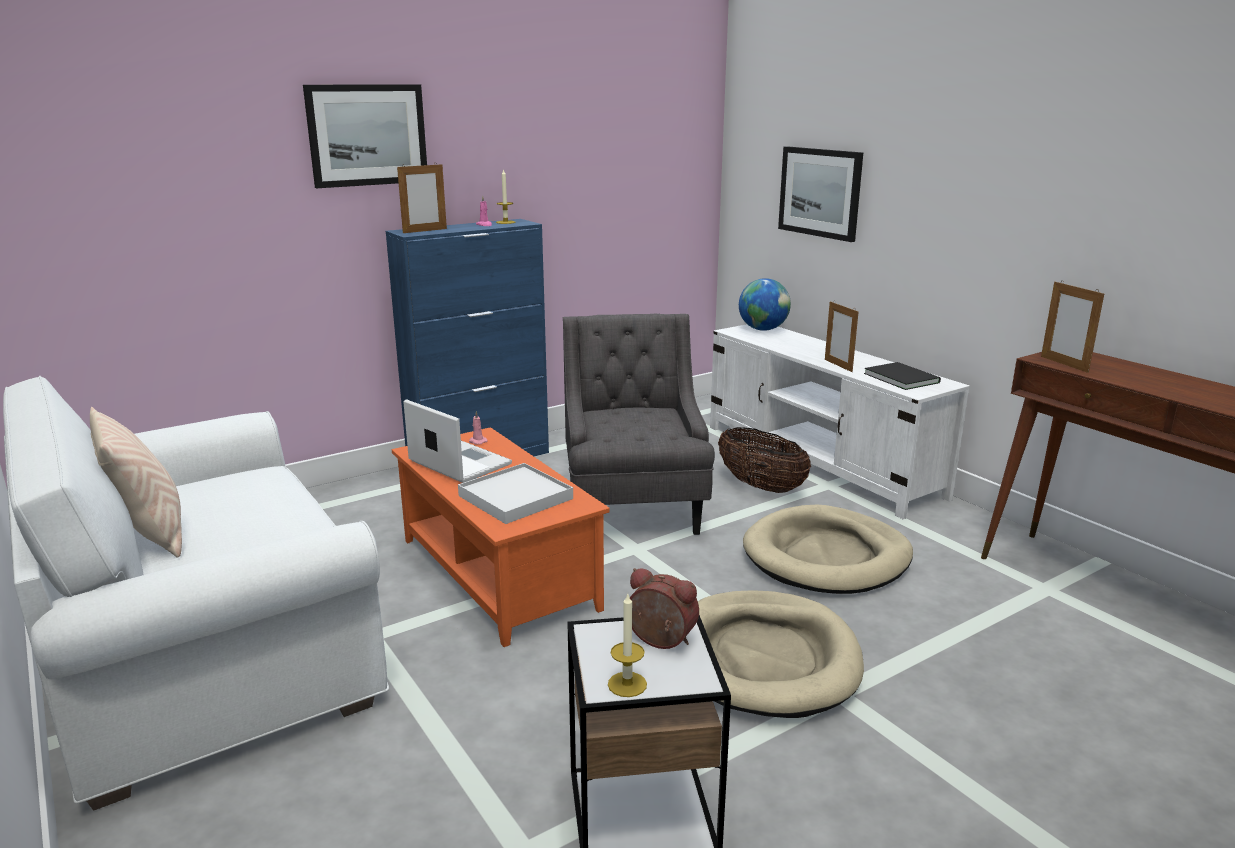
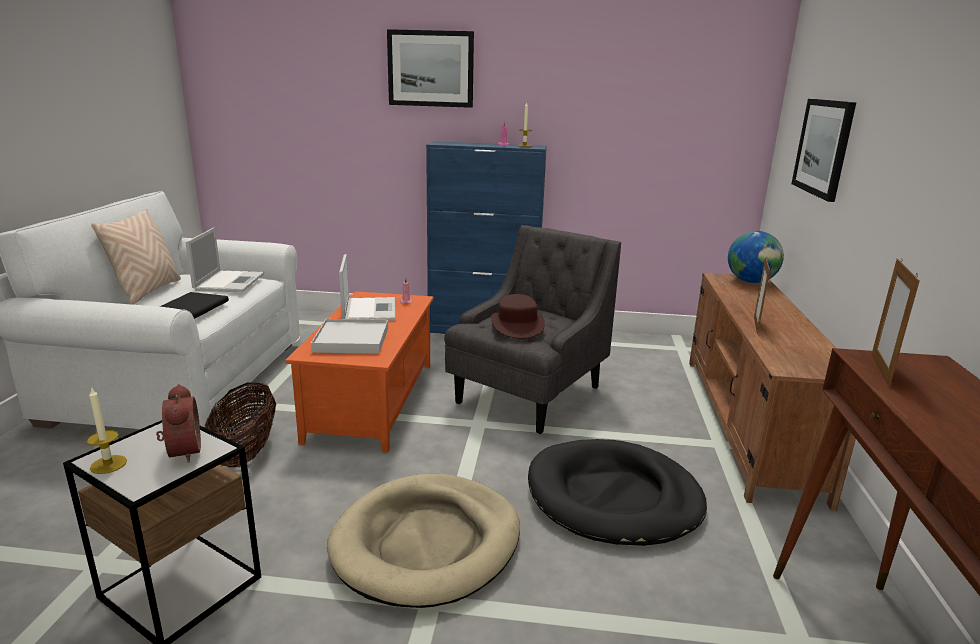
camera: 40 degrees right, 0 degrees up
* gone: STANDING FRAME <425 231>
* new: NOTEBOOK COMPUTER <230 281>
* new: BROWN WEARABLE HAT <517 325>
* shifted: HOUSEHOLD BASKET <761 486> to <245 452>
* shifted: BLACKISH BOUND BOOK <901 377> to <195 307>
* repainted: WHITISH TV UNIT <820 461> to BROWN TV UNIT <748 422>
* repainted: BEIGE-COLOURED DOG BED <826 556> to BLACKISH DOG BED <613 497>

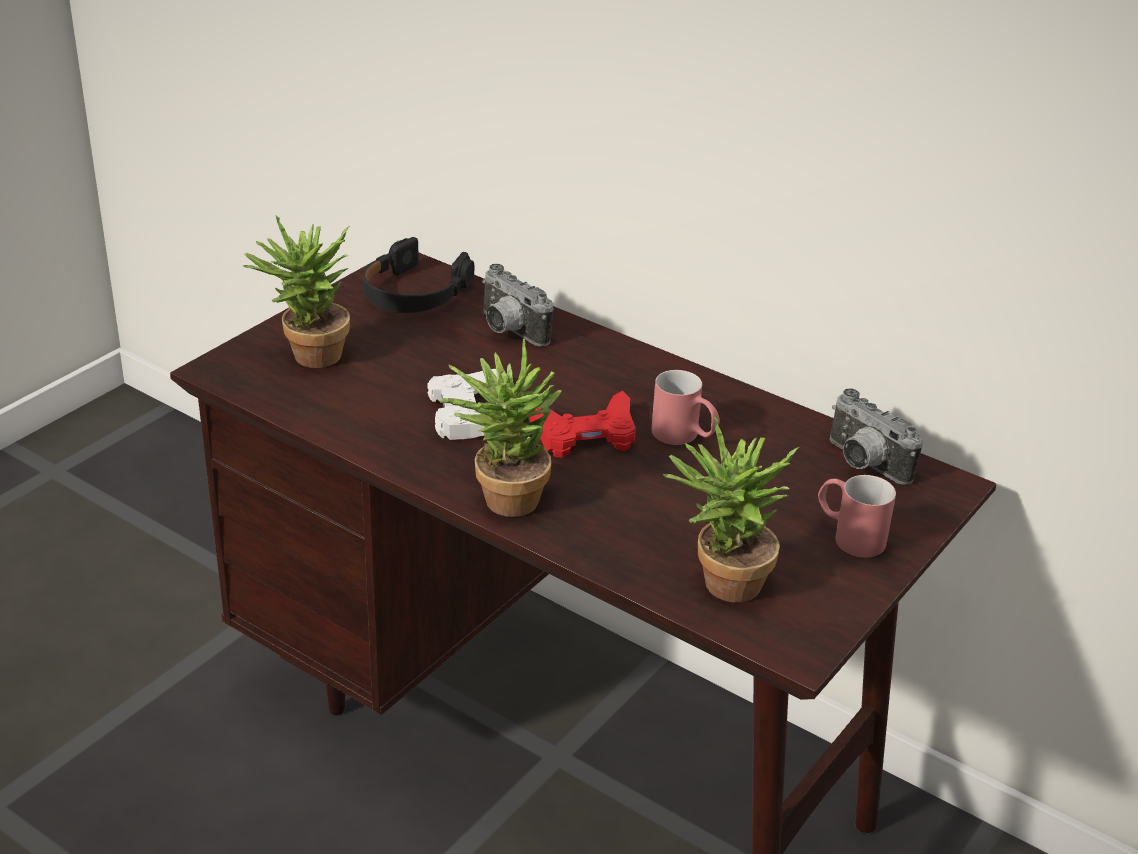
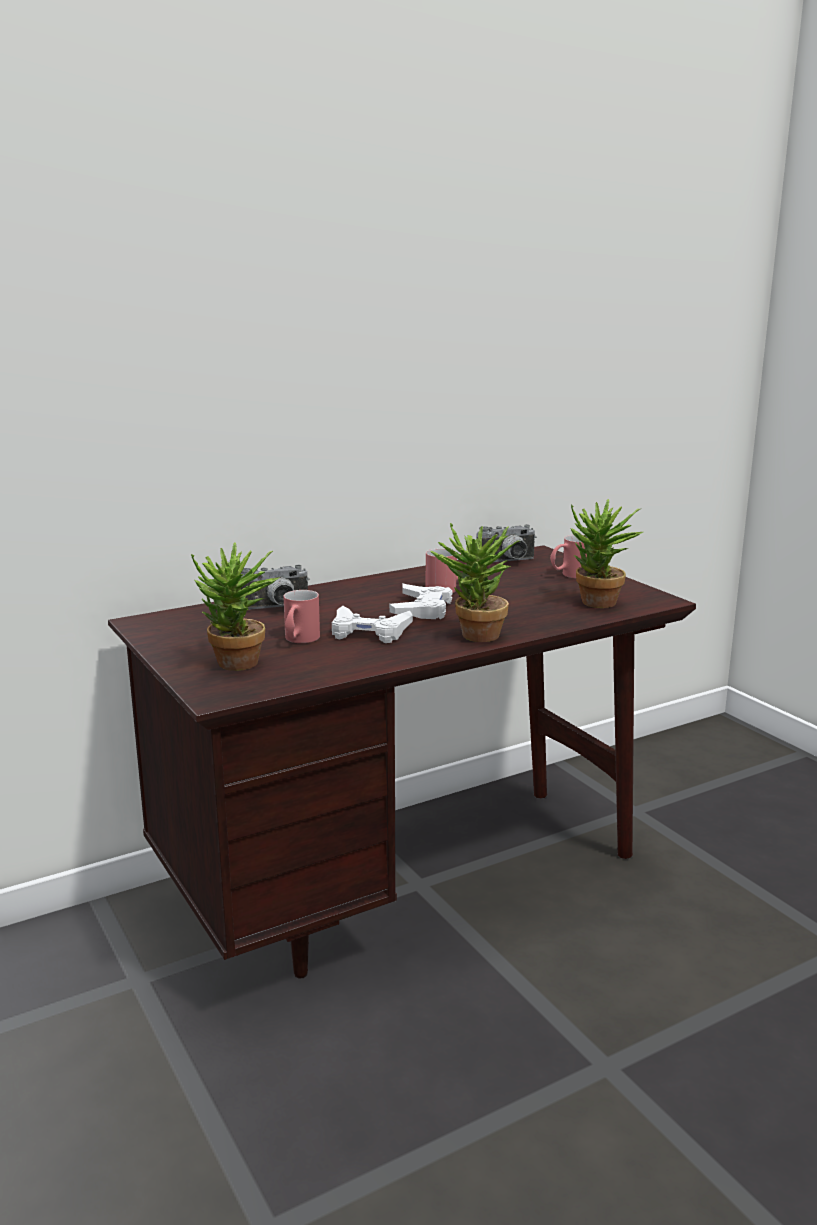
camera: 65 degrees left, 15 degrees down
* gone: BLACKISH HEADPHONES <413 293>
* new: RED MUG <299 640>
* repainted: RED JOYPAD <584 434> to WHITISH JOYPAD <422 609>

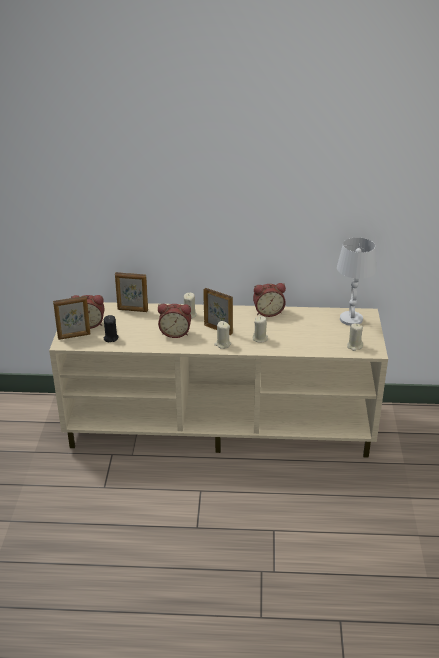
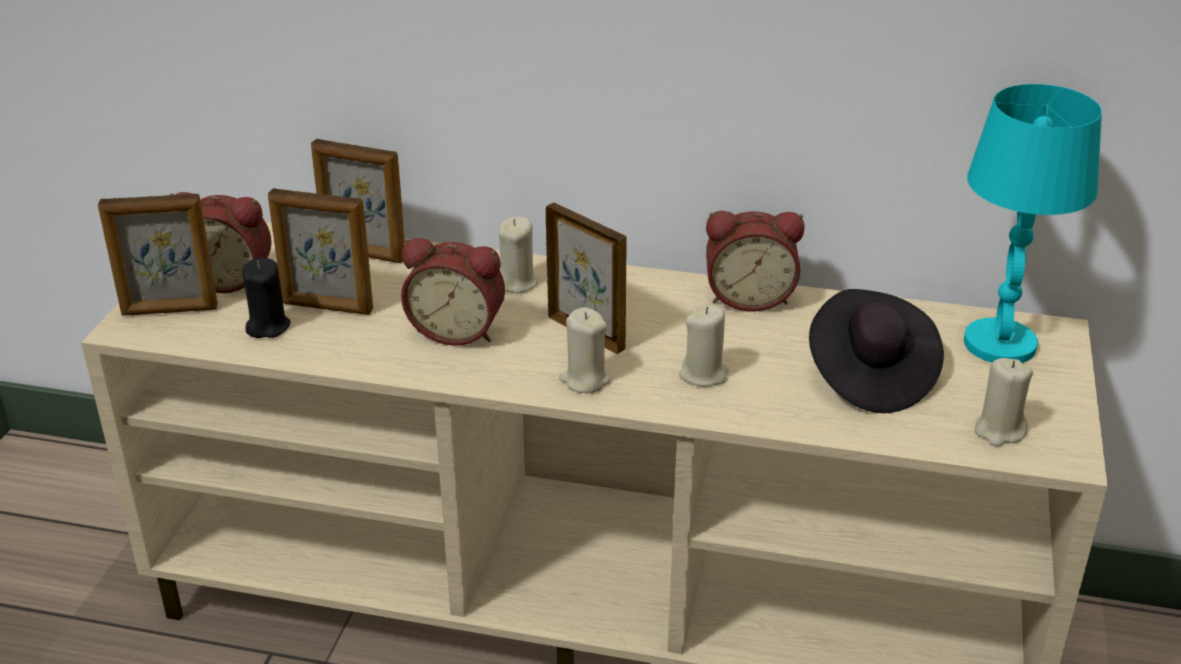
camera: 10 degrees right, 0 degrees up
* new: STANDING FRAME <327 307>
* new: BLACKISH WEARABLE HAT <869 376>
* repainted: WHITISH LAMP FOR A TABLE <351 319> to TURQUOISE-COLOURED LAMP FOR A TABLE <999 344>

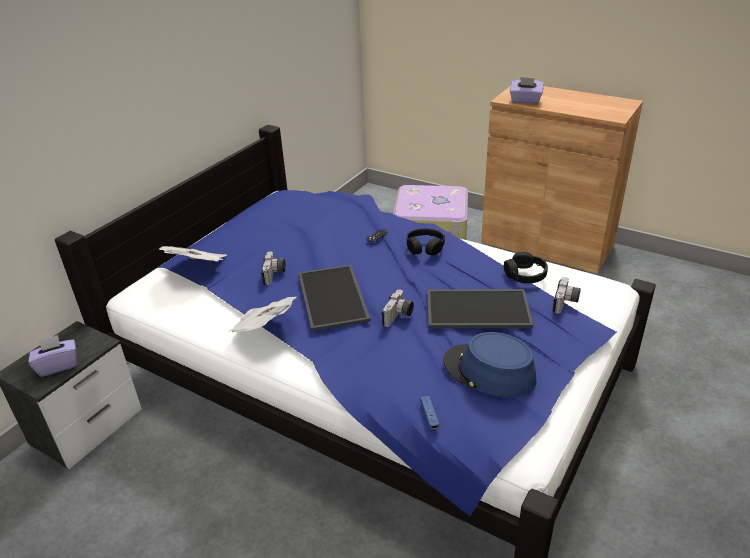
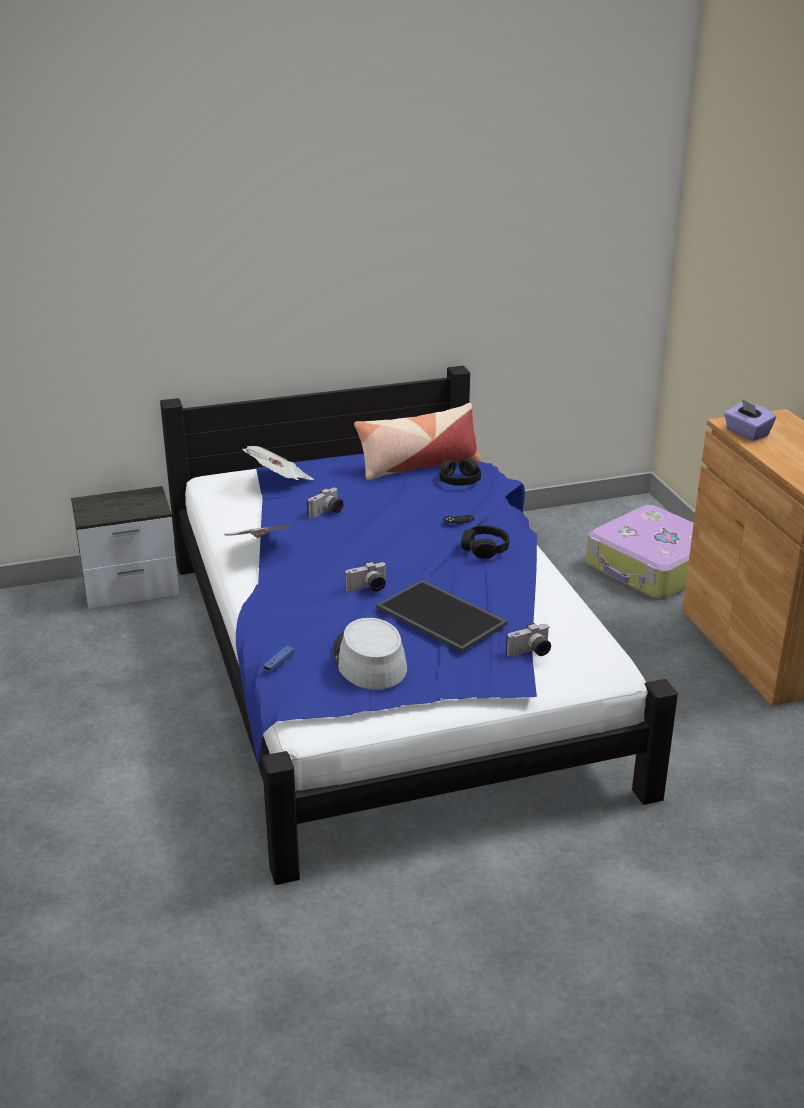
camera: 40 degrees right, 5 degrees down
* gone: PURPLISH BOX OF TISSUES <58 365>
* gone: CARRYING TRAY <334 297>
* new: PILLOW <418 466>
* shifted: BLACKISH HEADPHONES <525 275> to <459 480>
* repainted: BLUE-COLOURED WEARABLE HAT <488 371> to GREYISH WEARABLE HAT <368 660>

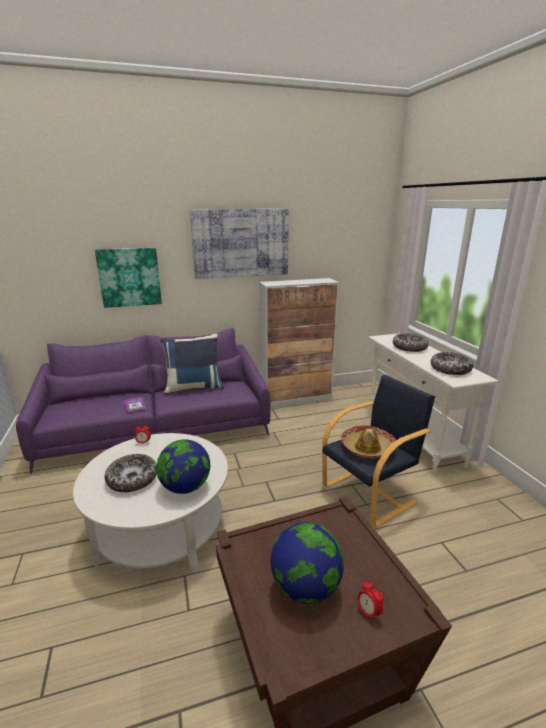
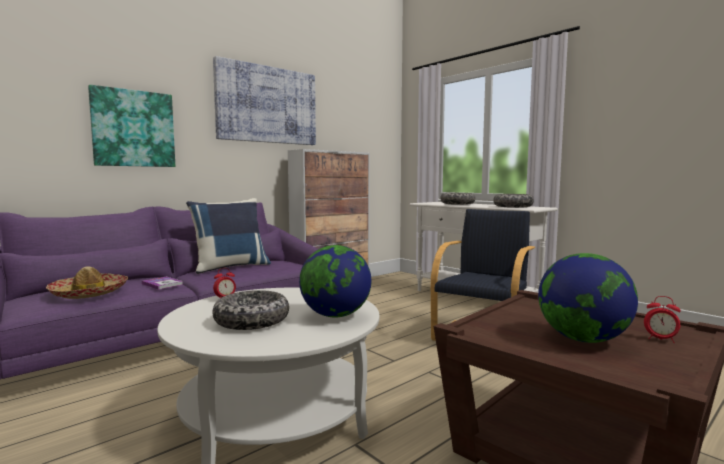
camera: 25 degrees left, 15 degrees down
* shifted: WEARABLE HAT <367 447> to <89 293>

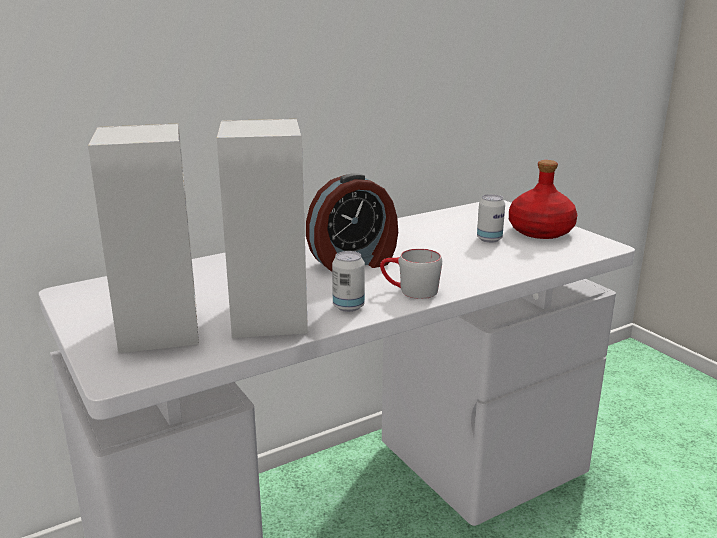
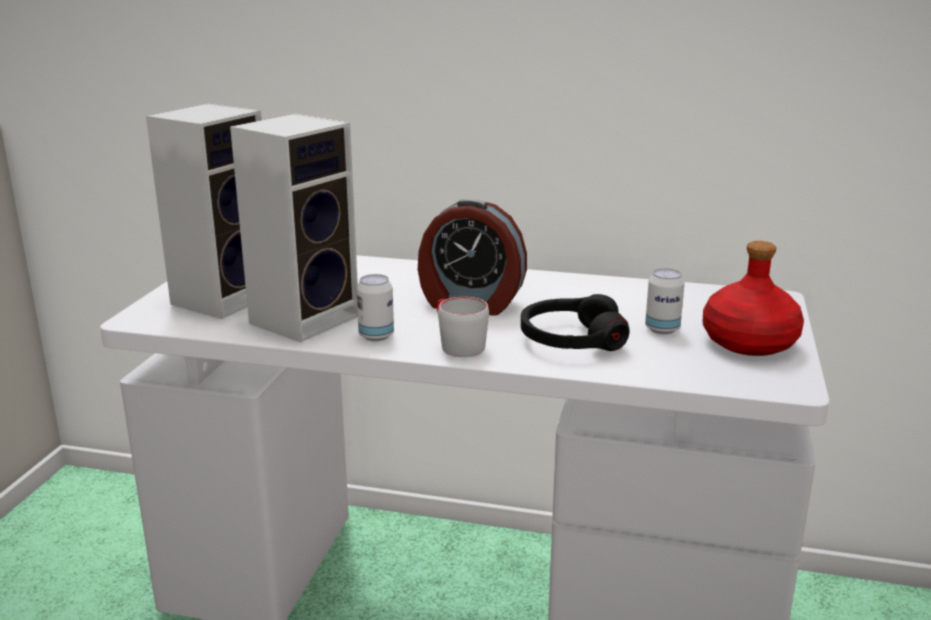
camera: 45 degrees right, 0 degrees up
* new: BLACKISH HEADPHONES <571 339>

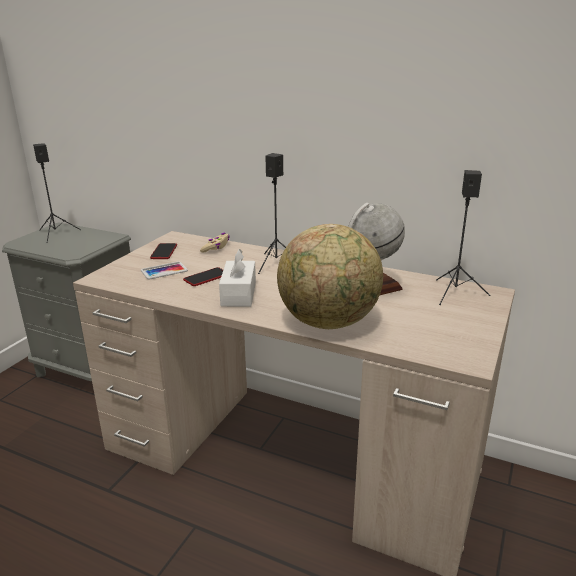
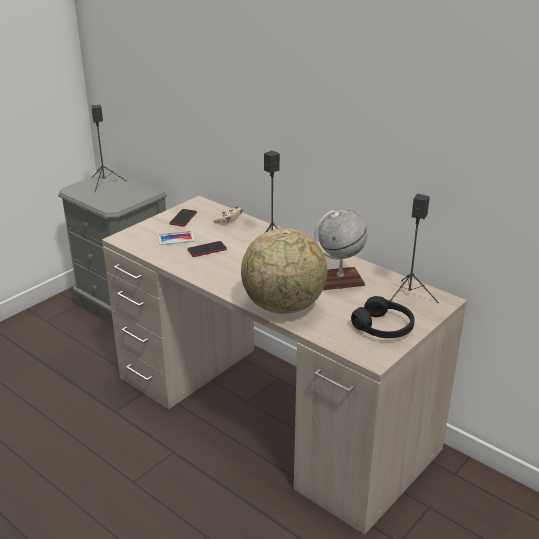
camera: 15 degrees right, 5 degrees up
* gone: WHITISH BOX OF TISSUES <238 294>
* new: BLACKISH HEADPHONES <383 327>

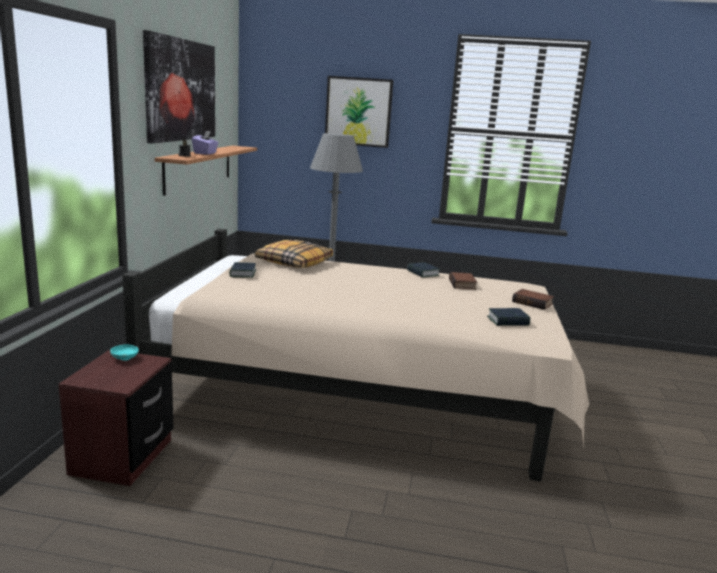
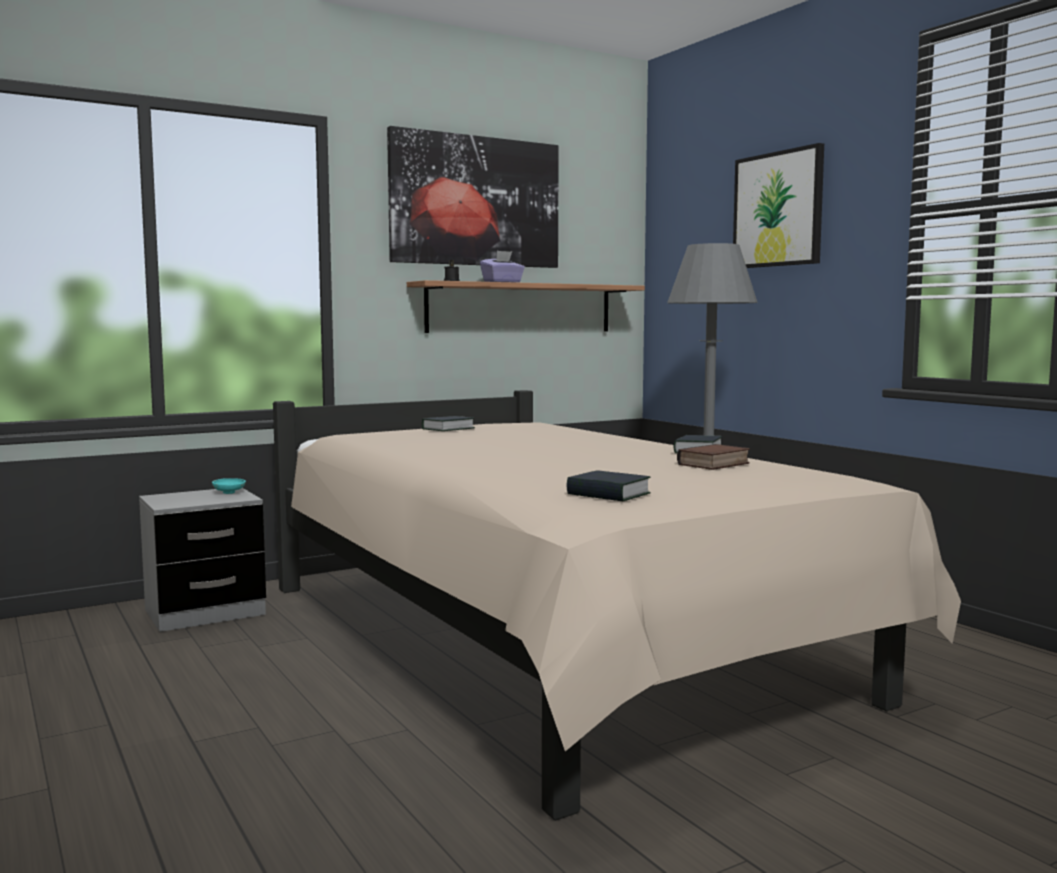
camera: 50 degrees right, 10 degrees down
* gone: PILLOW <294 262>
* gone: BOUND BOOK <533 303>
* repainted: BROWN NIGHTSTAND <122 457> to GREYISH NIGHTSTAND <205 612>

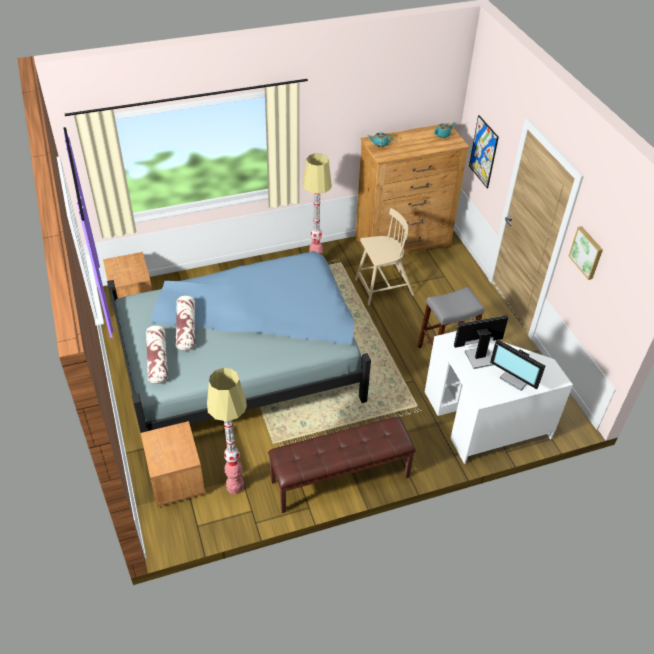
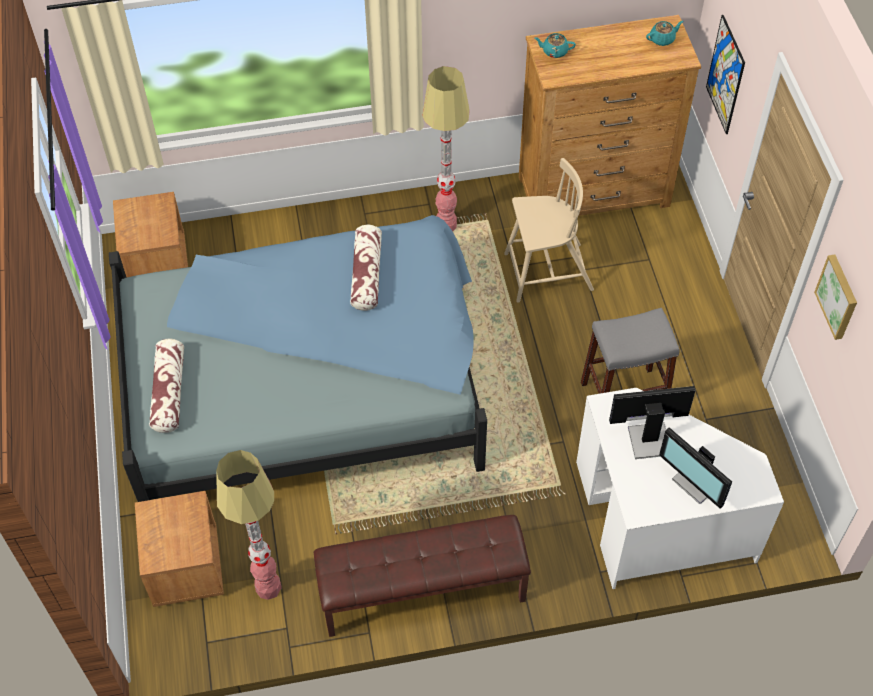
camera: 10 degrees right, 10 degrees up
* shifted: PILLOW <186 328> to <366 274>

